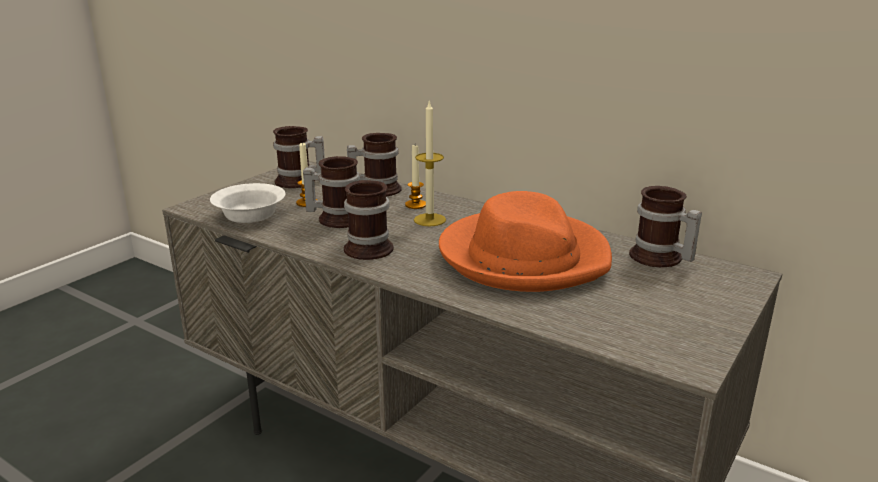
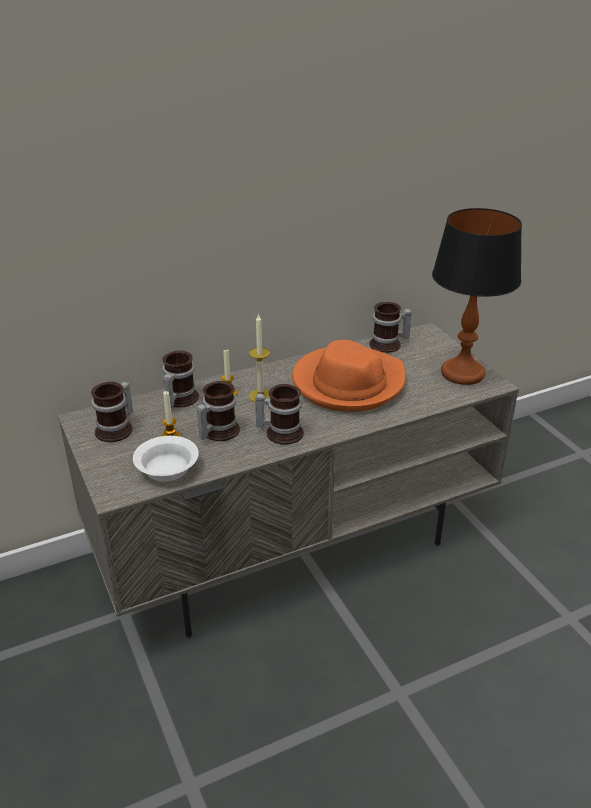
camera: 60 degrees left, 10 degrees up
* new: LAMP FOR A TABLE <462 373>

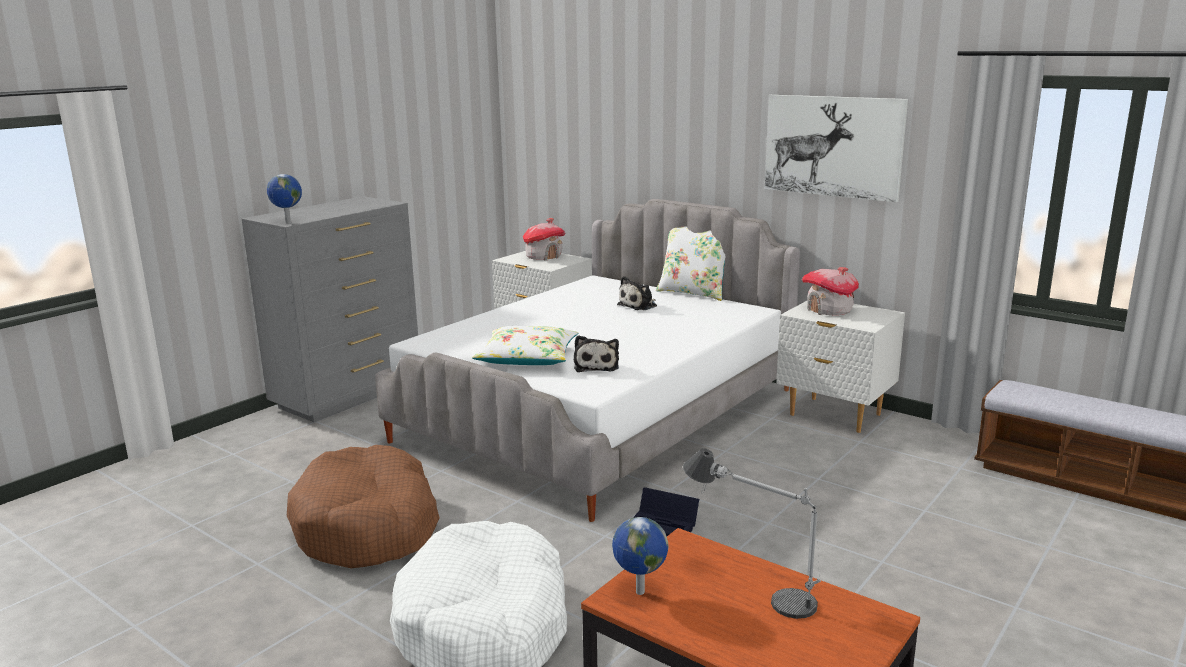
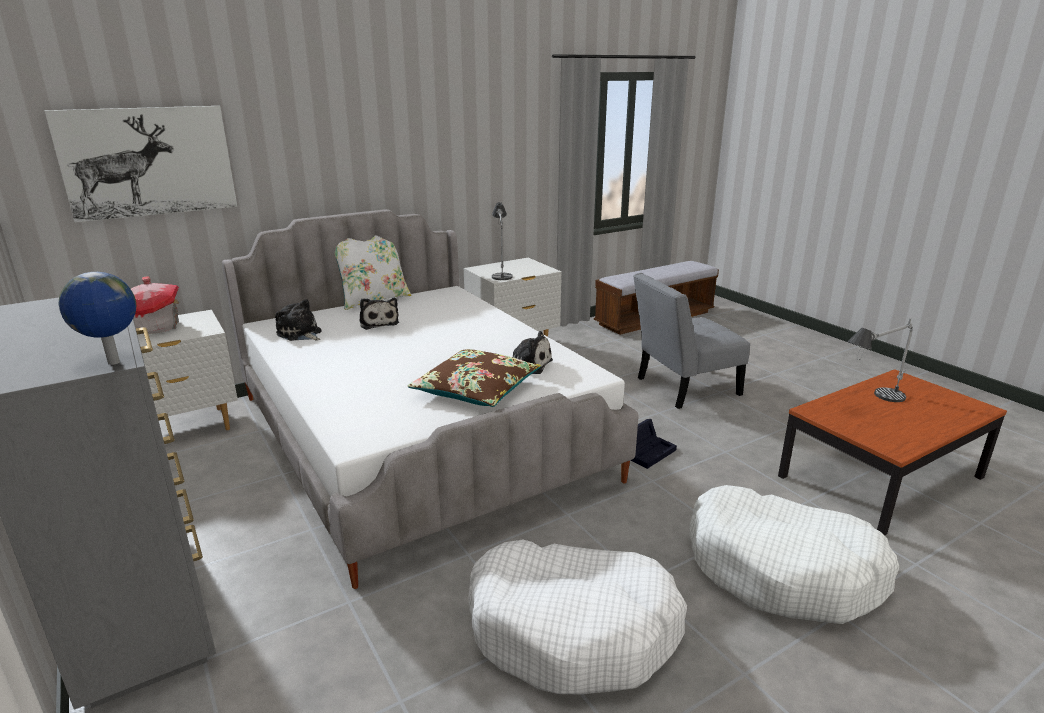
camera: 70 degrees left, 5 degrees up
* gone: GLOBE <638 592>
* new: SOFT TOY <300 334>
* new: GREYISH UPRIGHT CHAIR <683 388>
* shifted: PICTURE <832 146> to <148 162>
* swapped: MODEL HOUSE <829 310> to LAMP FOR A TABLE <501 271>
* repainted: BROWN DOG BED <367 526> to WHITISH DOG BED <573 629>
* repainted: WHITISH PILLOW <527 358> to BROWN PILLOW <476 390>

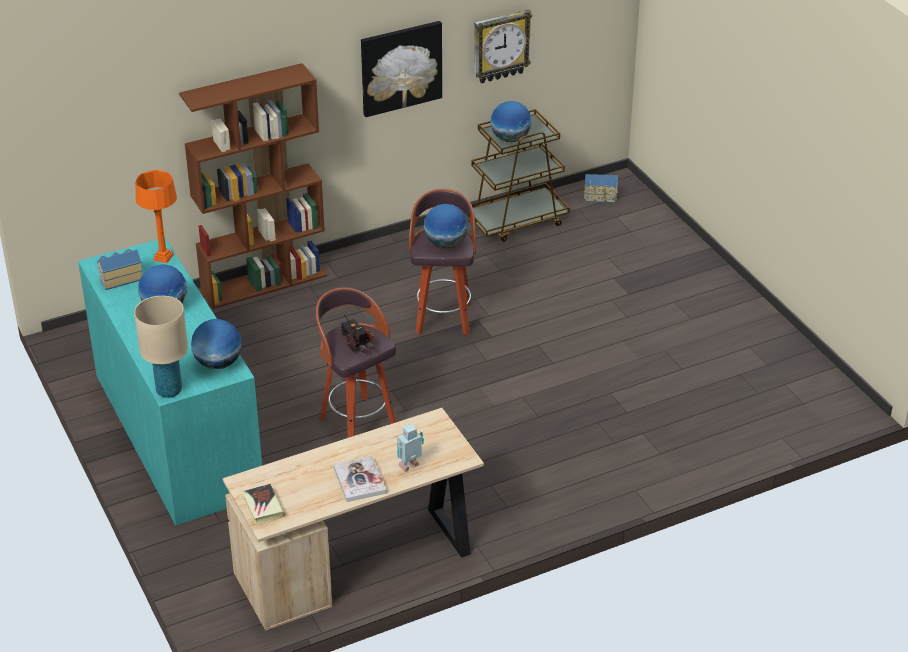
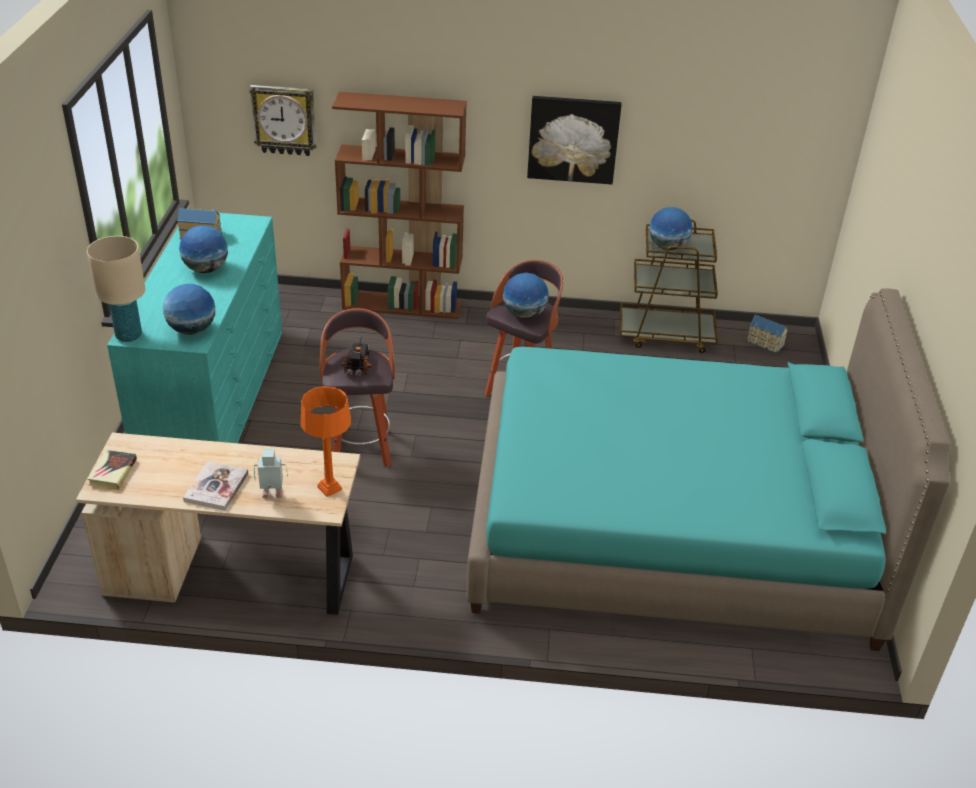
camera: 30 degrees right, 0 degrees up
* new: TURQUOISE-COLOURED BED <669 529>
* shifted: ORANGE-COLOURED LAMP FOR A TABLE <163 257> to <330 488>
* shifted: CLOCK ON THE WALL <500 46> to <284 120>

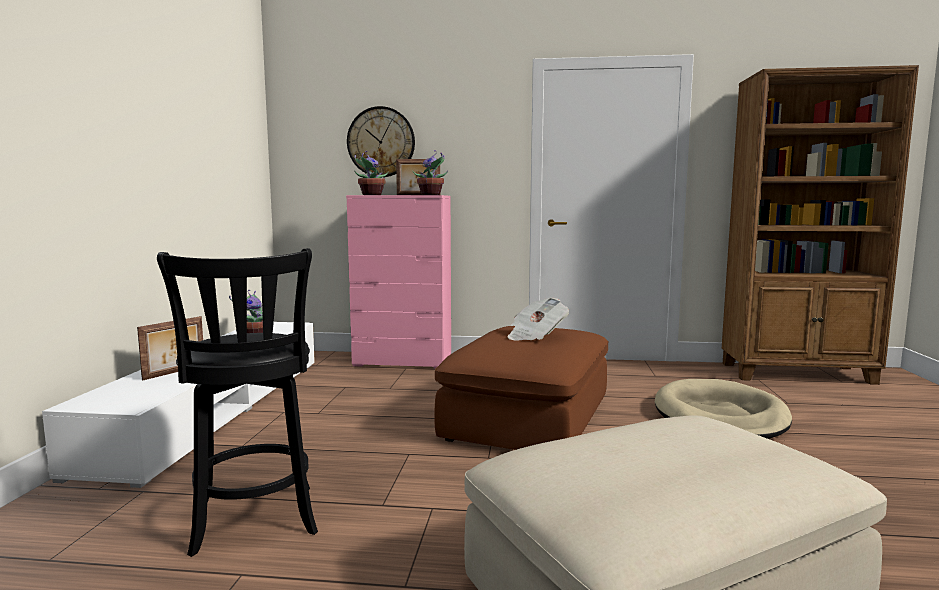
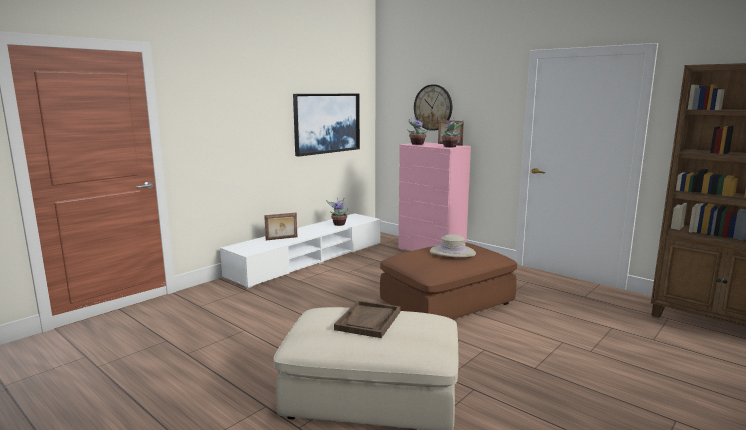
camera: 35 degrees right, 5 degrees up
* gone: BLACKISH STOOL SEAT <254 523>
* gone: BEIGE-COLOURED DOG BED <719 416>
* new: PICTURE <326 123>
* new: BROWN CARRYING TRAY <368 320>
* swapped: PRINTED PAPER <535 336> to BEIGE-COLOURED WEARABLE HAT <452 252>

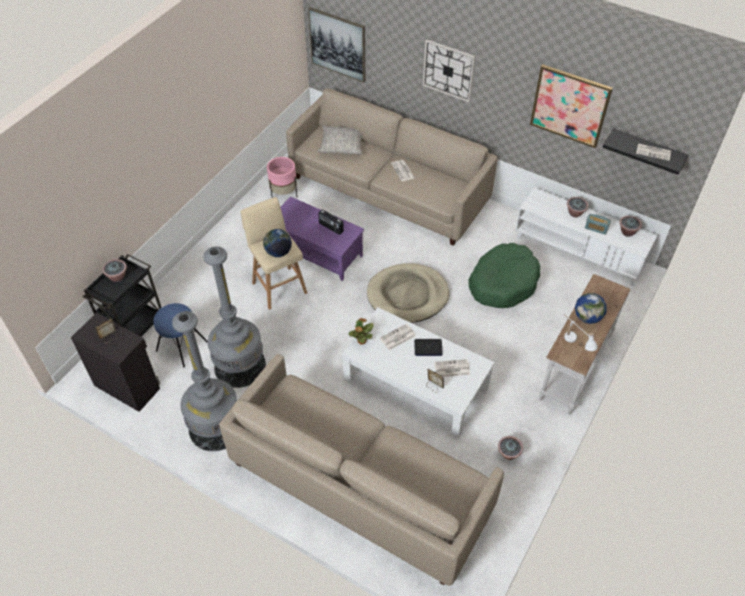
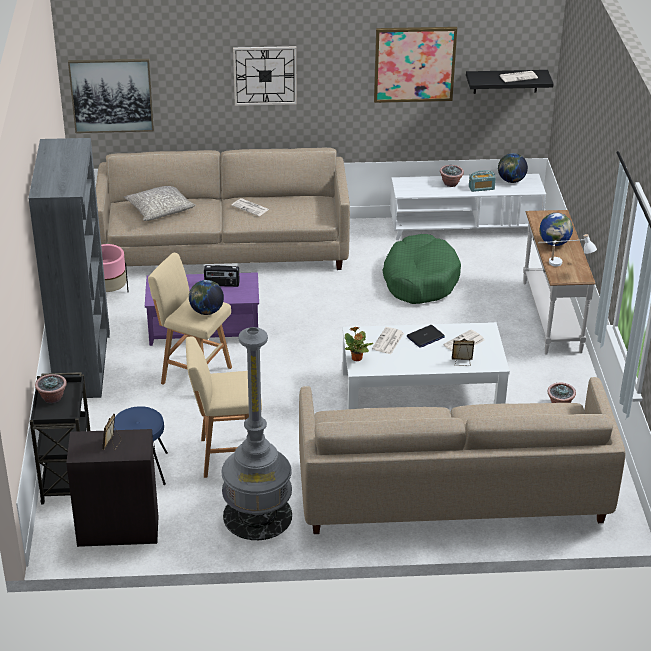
camera: 35 degrees left, 15 degrees down
* gone: BEIGE-COLOURED DOG BED <407 295>
* new: GREYISH BOOKSHELF <83 364>
* swapped: GREYISH FLOOR LAMP <240 365> to BEIGE-COLOURED STOOL SEAT <226 456>
* swapped: PLANT IN A POT <627 232> to GLOBE <511 181>

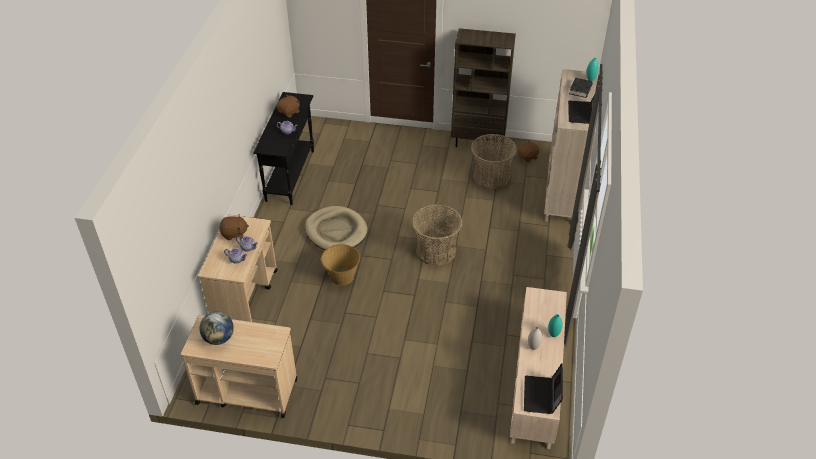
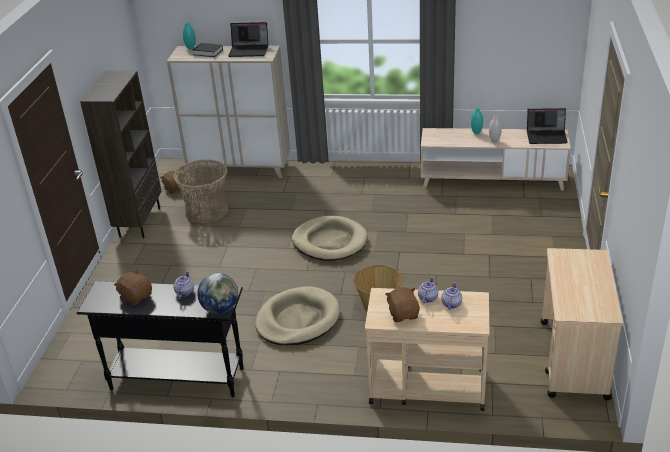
camera: 90 degrees left, 10 degrees down
* shifted: GLOBE <219 338> to <220 309>
* swapped: HOUSEHOLD BASKET <436 251> to BEIGE-COLOURED DOG BED <330 241>

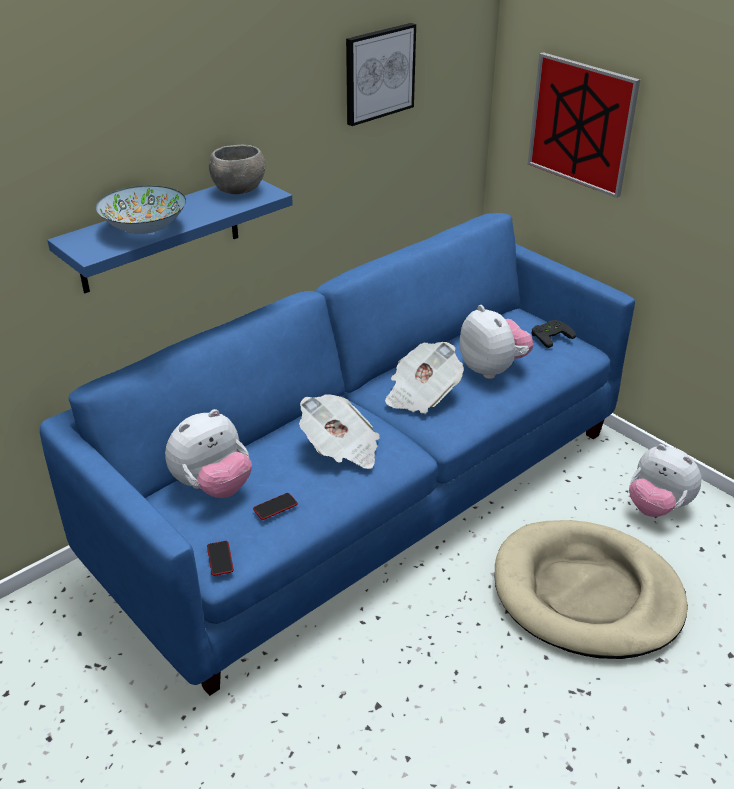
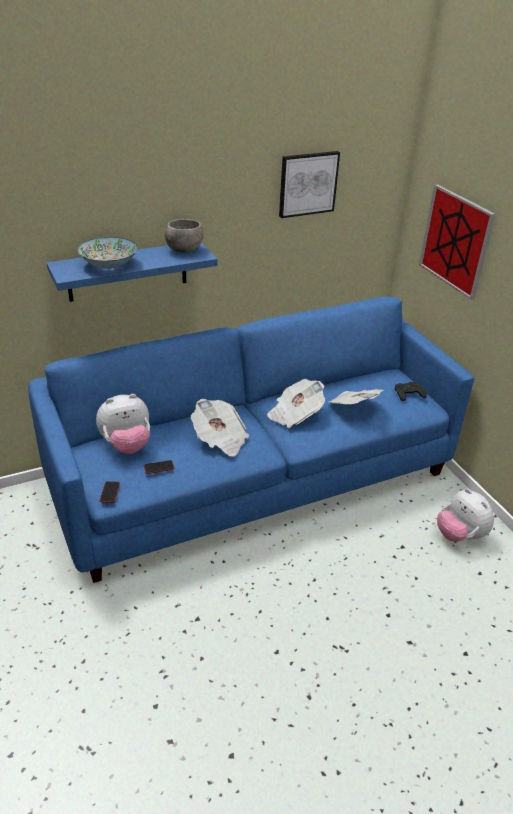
camera: 15 degrees right, 0 degrees up
* gone: BEIGE-COLOURED DOG BED <586 594>
* swapped: SOFT TOY <492 369> to PRINTED PAPER <353 407>

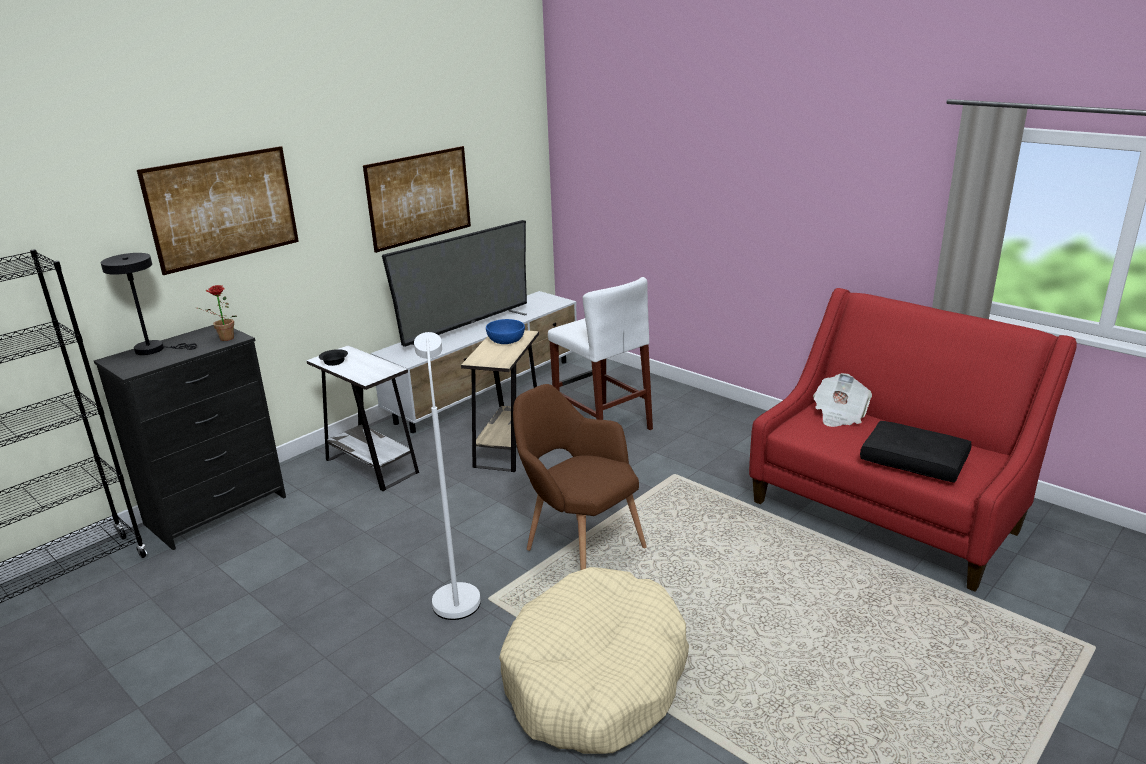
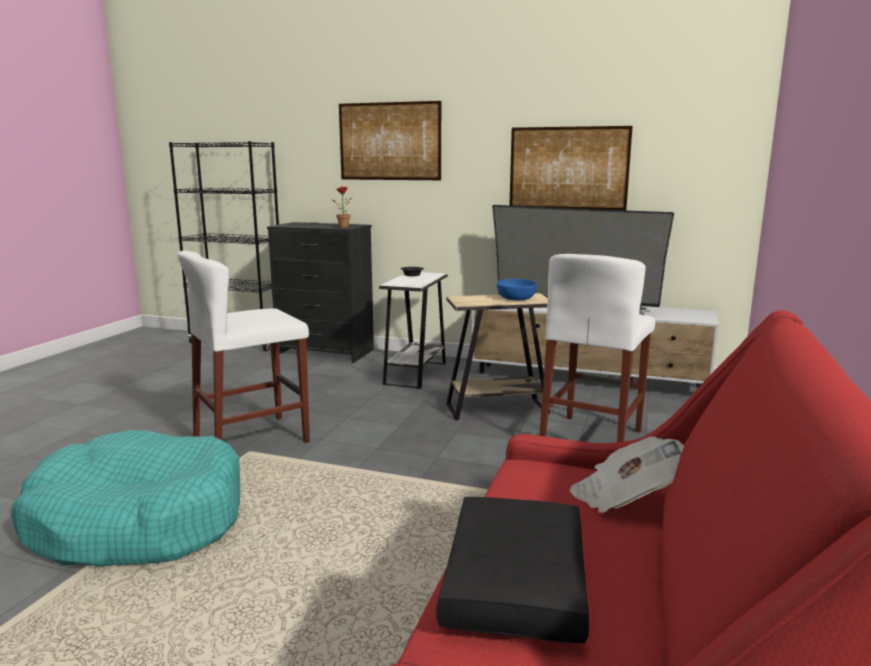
camera: 65 degrees right, 10 degrees down
* gone: BLACKISH LAMP FOR A TABLE <155 349>
* gone: BROWN ARMCHAIR <578 547>
* swapped: WHITISH FLOOR LAMP <455 595> to WHITISH STOOL SEAT <251 439>
* repainted: BEIGE-COLOURED DOG BED <595 678> to TURQUOISE-COLOURED DOG BED <138 521>

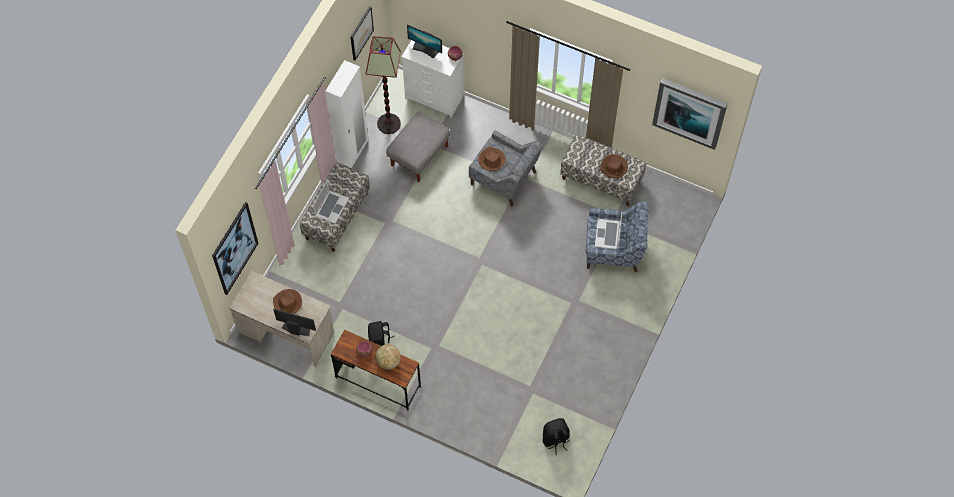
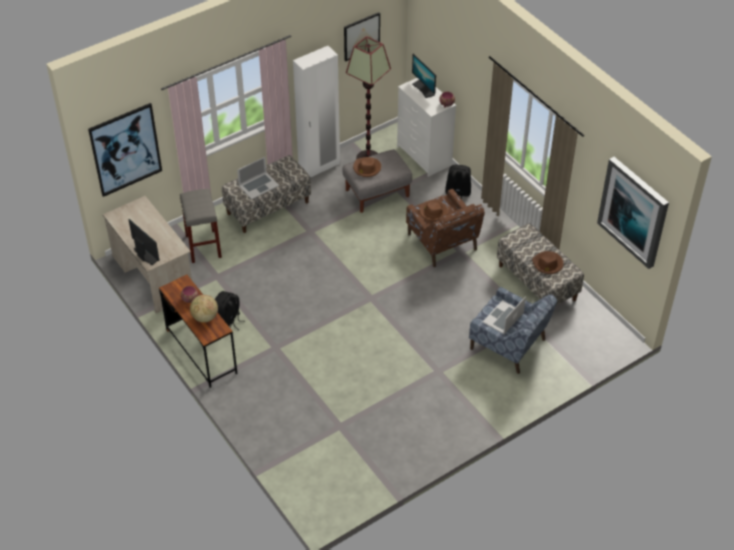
camera: 30 degrees right, 15 degrees down
* new: GREYISH STOOL SEAT <204 247>
* shifted: BROWN WEARABLE HAT <287 303> to <367 168>
* shifted: BLACKISH RUCKSACK <555 440> to <457 193>
* repainted: GREYISH ARMCHAIR <504 179> to BROWN ARMCHAIR <442 243>

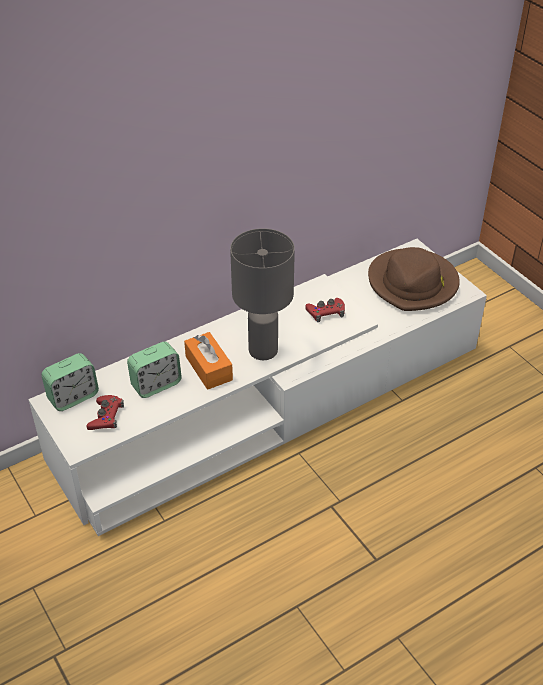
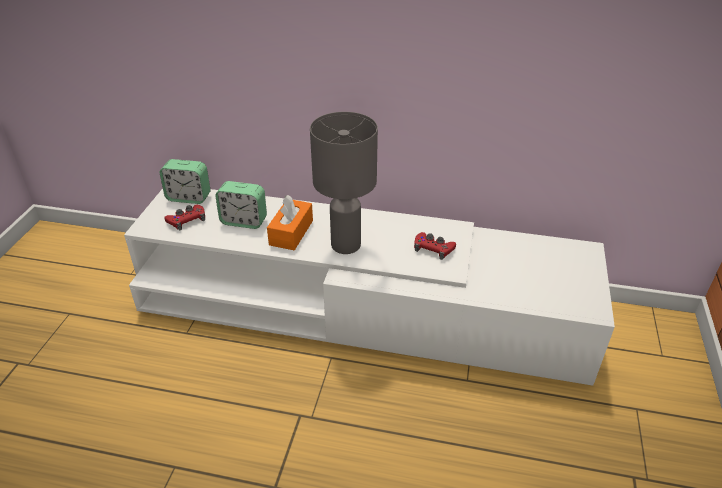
camera: 45 degrees right, 5 degrees down
* gone: BROWN WEARABLE HAT <413 283>

